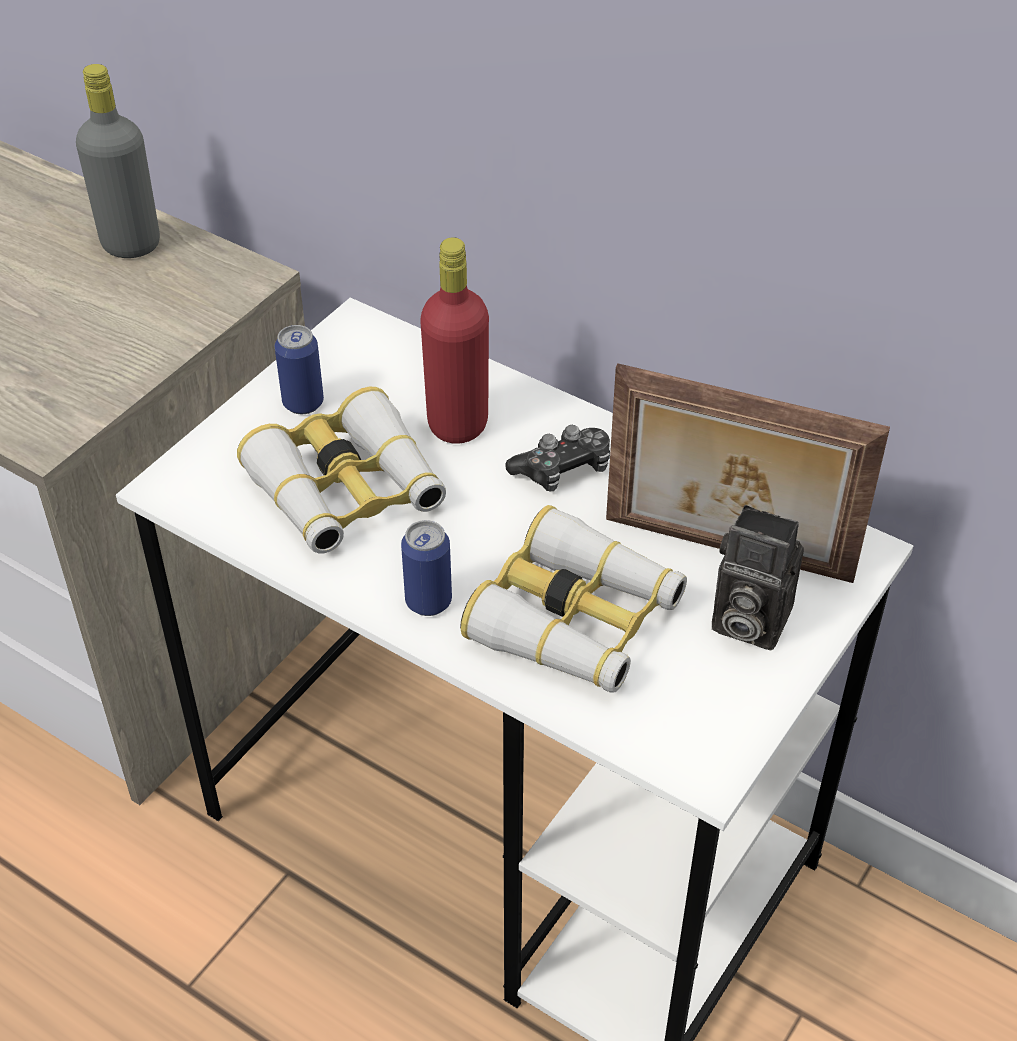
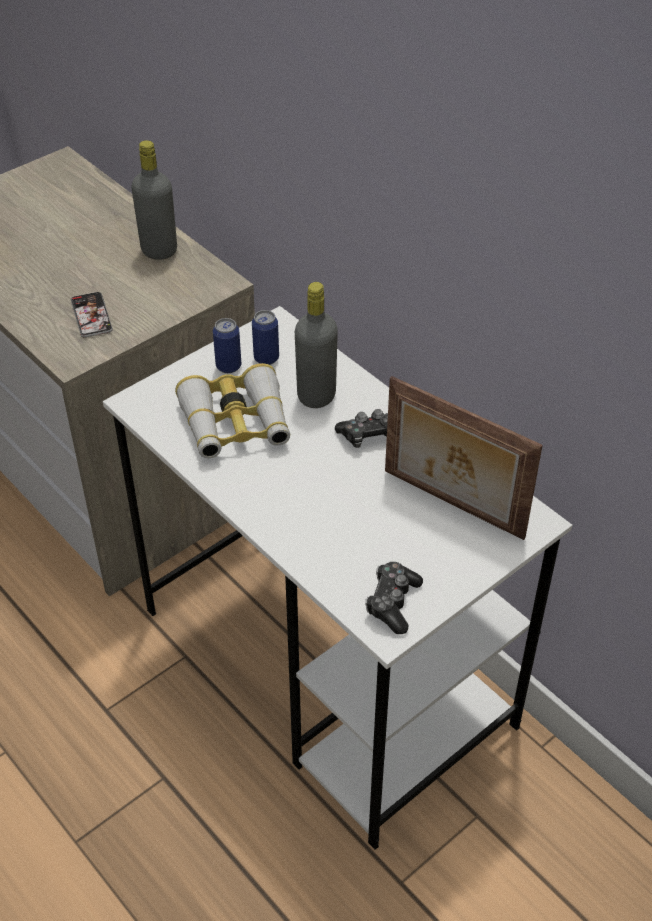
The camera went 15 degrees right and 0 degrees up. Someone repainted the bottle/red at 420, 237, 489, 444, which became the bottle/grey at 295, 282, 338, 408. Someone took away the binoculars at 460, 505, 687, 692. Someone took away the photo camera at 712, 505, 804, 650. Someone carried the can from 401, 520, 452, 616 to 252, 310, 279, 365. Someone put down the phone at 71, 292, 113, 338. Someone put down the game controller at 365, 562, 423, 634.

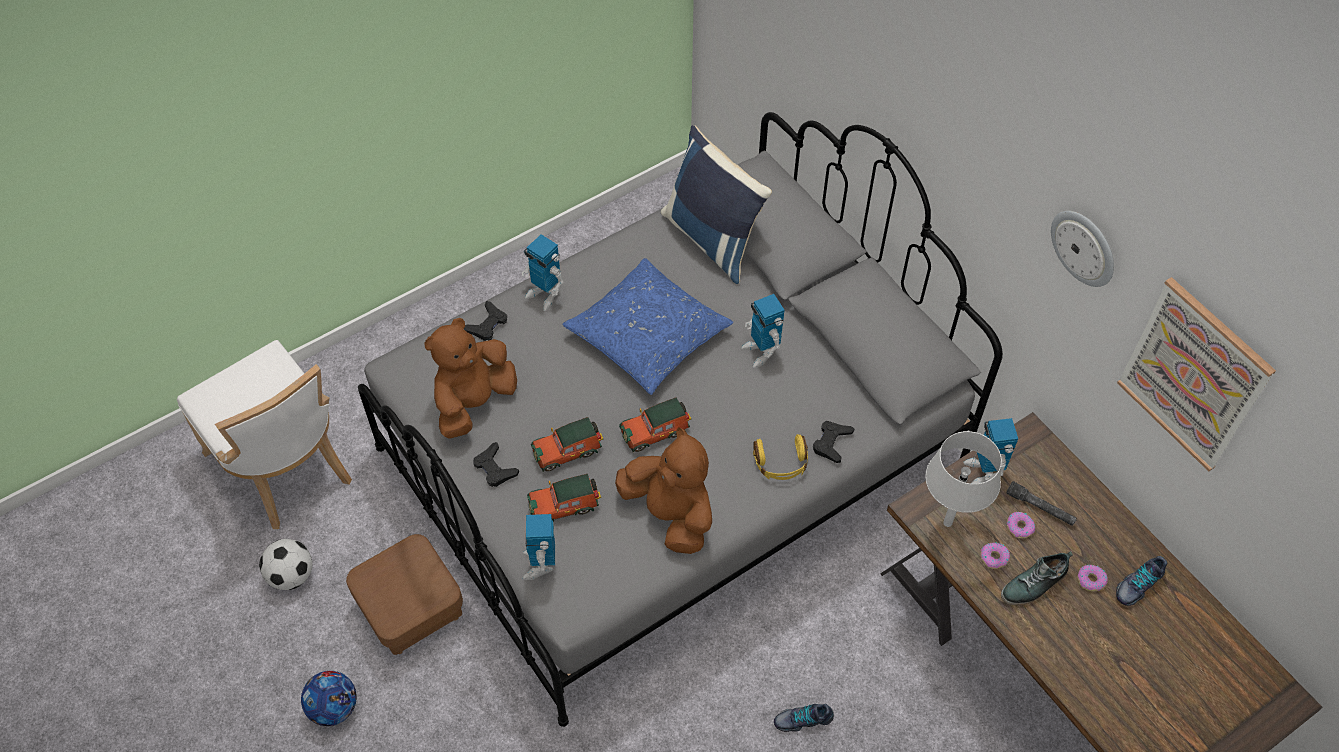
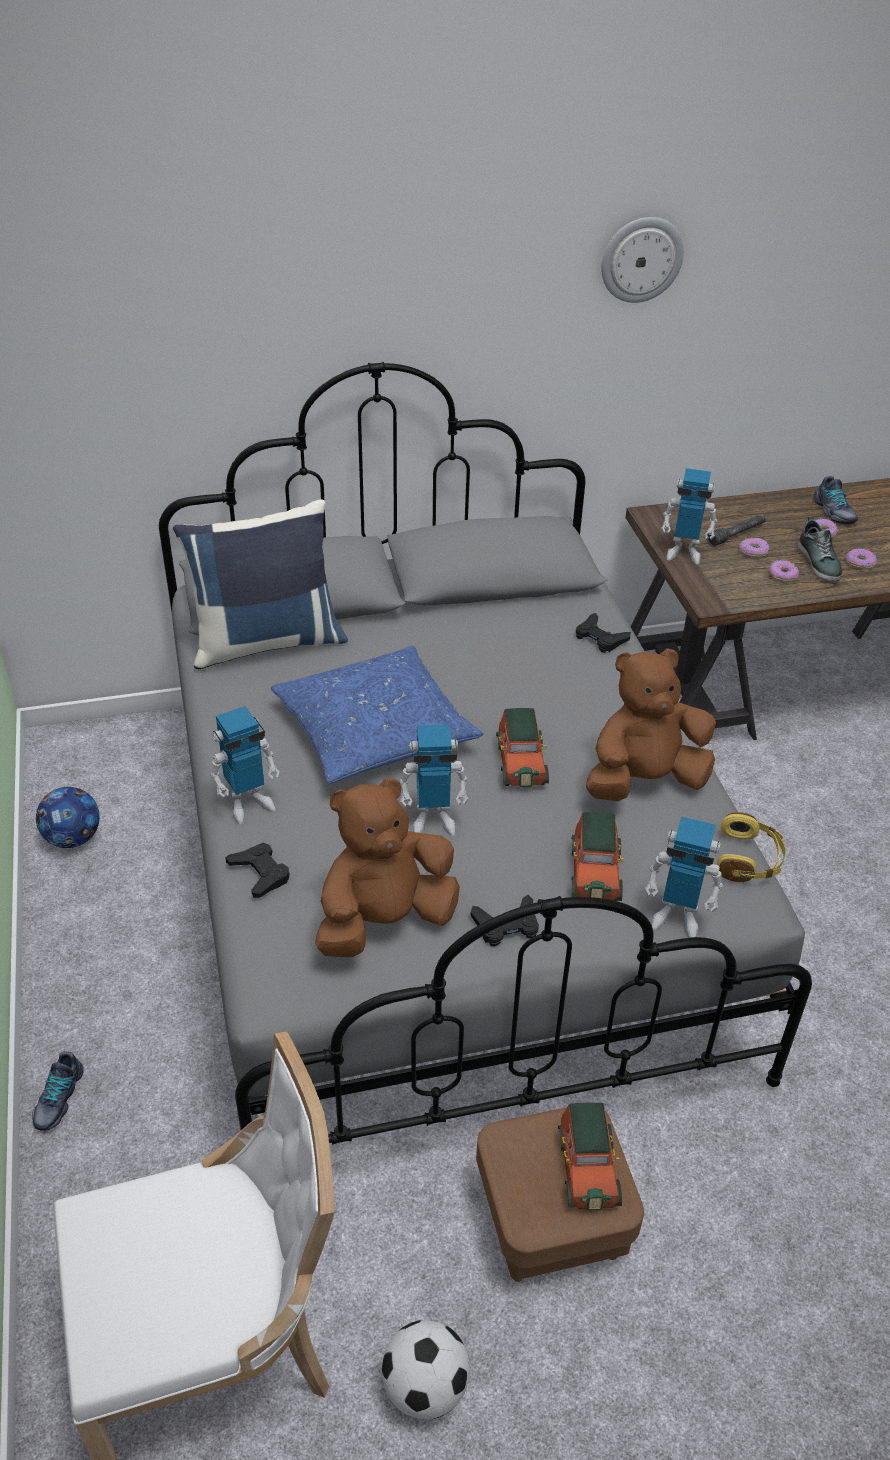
The camera went 70 degrees left and 15 degrees down. Someone took away the picture at 1117, 277, 1276, 472. Someone carried the toy robot from 741, 294, 785, 368 to 399, 725, 469, 836. Someone rotated the plush toy/brown at 424, 318, 517, 439 by 90 degrees clockwise. Someone carried the toy car from 531, 417, 603, 472 to 558, 1103, 622, 1211. Someone took away the table lamp/grey at 925, 431, 1002, 527. Someone carried the headphones/yellow from 753, 434, 808, 480 to 717, 812, 786, 882. Someone carried the football from 301, 671, 357, 726 to 36, 787, 100, 848. Someone carried the shoe from 774, 704, 834, 732 to 32, 1051, 83, 1131. Someone put down the donut at 846, 548, 877, 569.

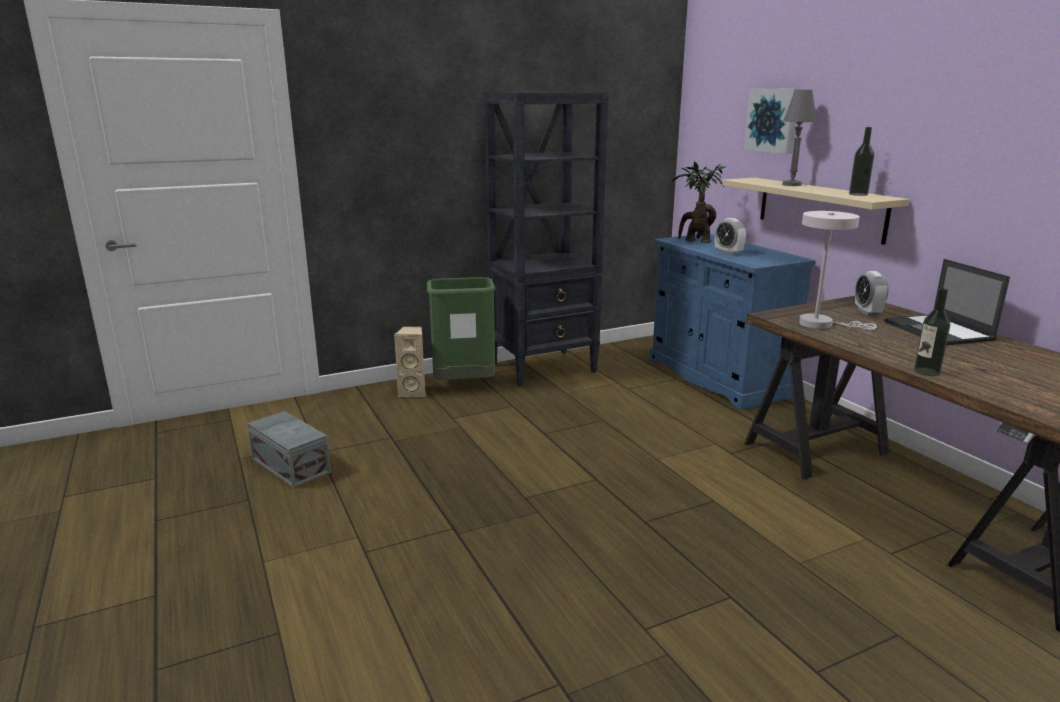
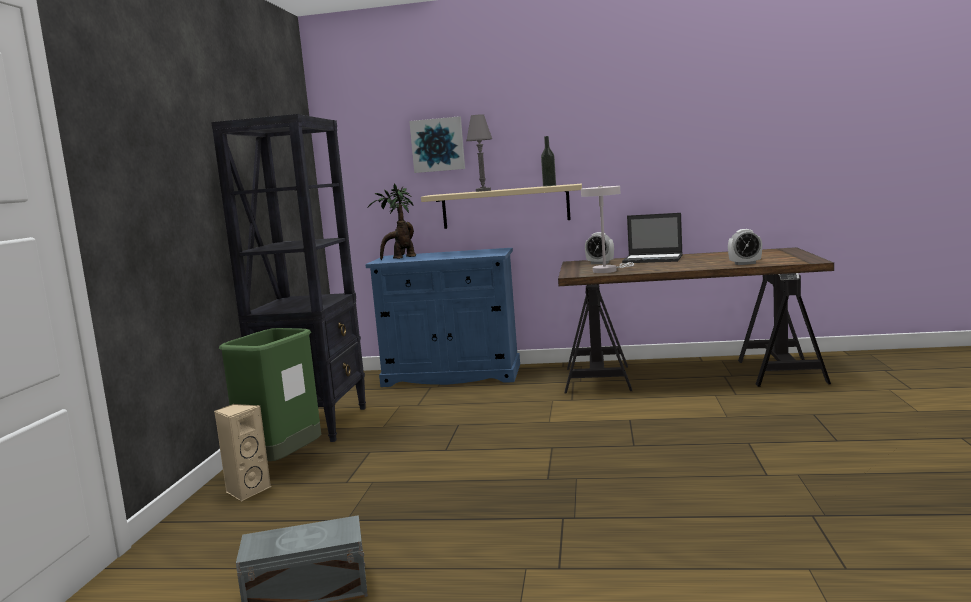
The camera went 55 degrees left and 10 degrees down. Someone carried the alarm clock from 715, 218, 746, 255 to 728, 229, 762, 265. Someone took away the bottle at 914, 288, 950, 376.

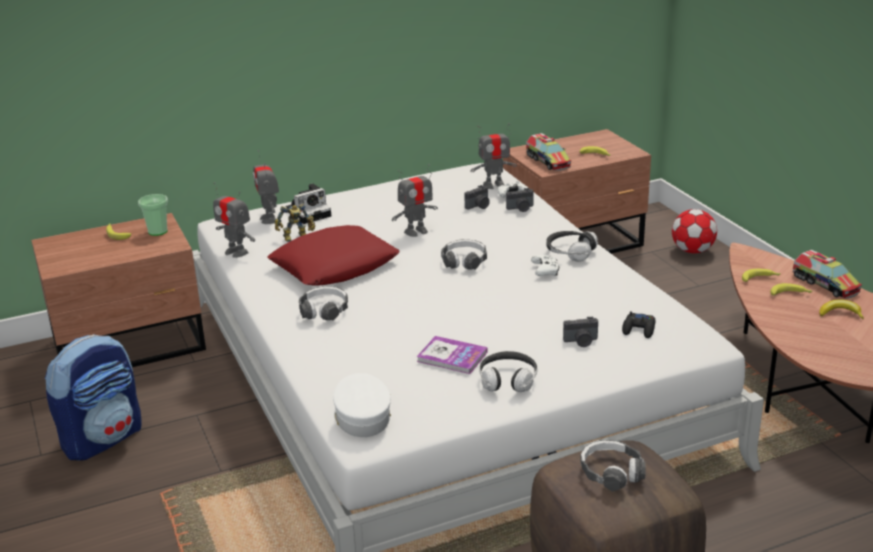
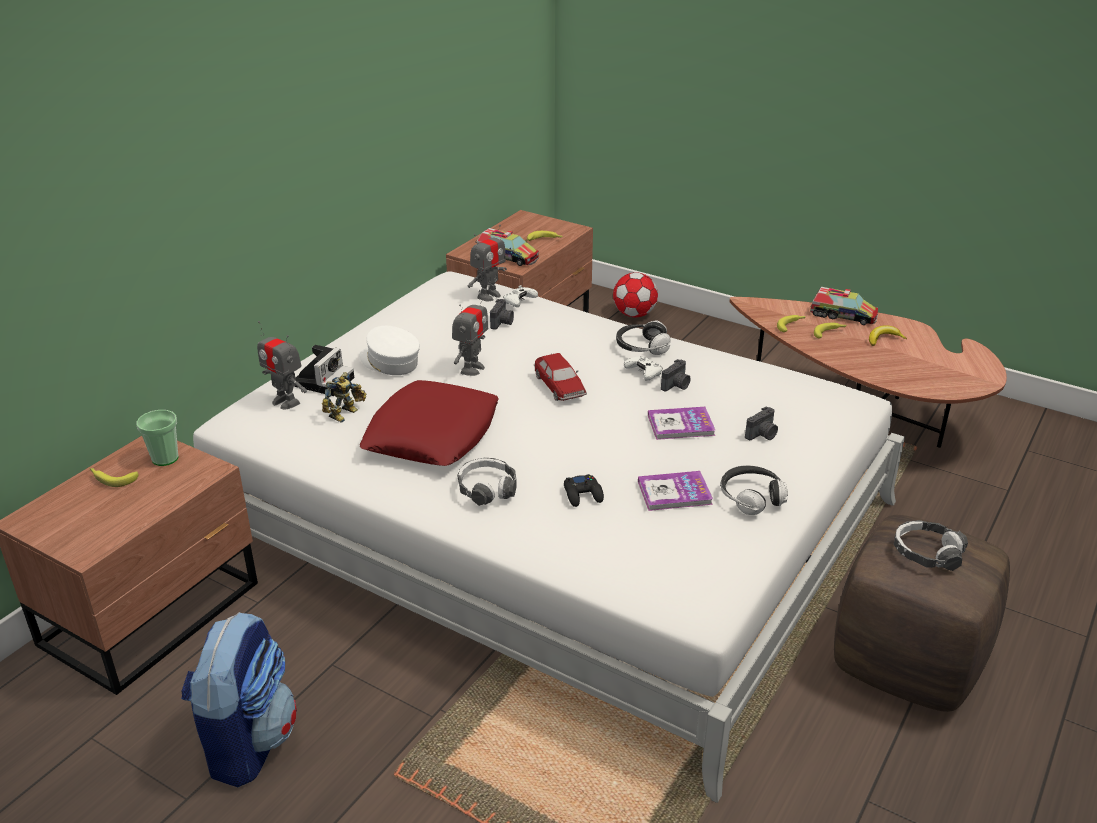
The camera went 35 degrees left and 5 degrees up. Someone took away the toy robot at 213, 182, 255, 258. Someone carried the photo camera from 506, 188, 534, 212 to 661, 359, 691, 391. Someone swapped the headphones at 441, 240, 487, 269 for the toy car at 534, 353, 587, 401. Someone carried the game controller/black from 622, 311, 656, 338 to 564, 474, 604, 507. Someone carried the cap/white from 333, 373, 391, 437 to 359, 326, 420, 375. Someone put down the book at 648, 407, 716, 440.

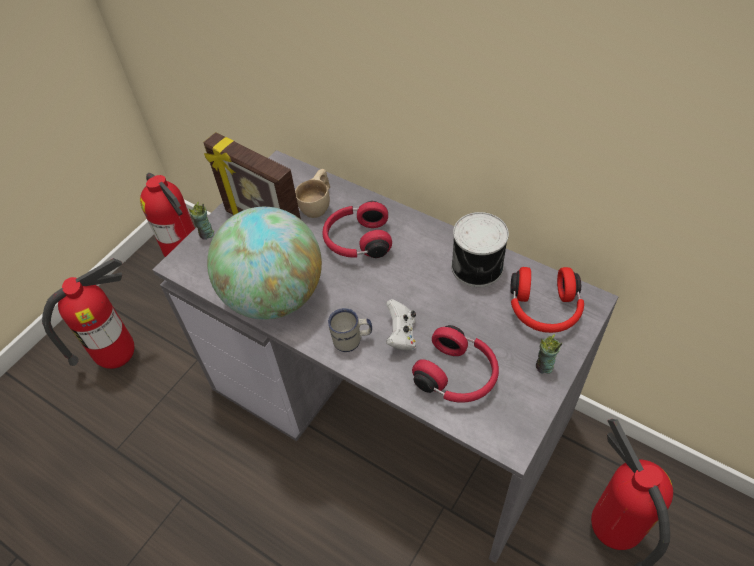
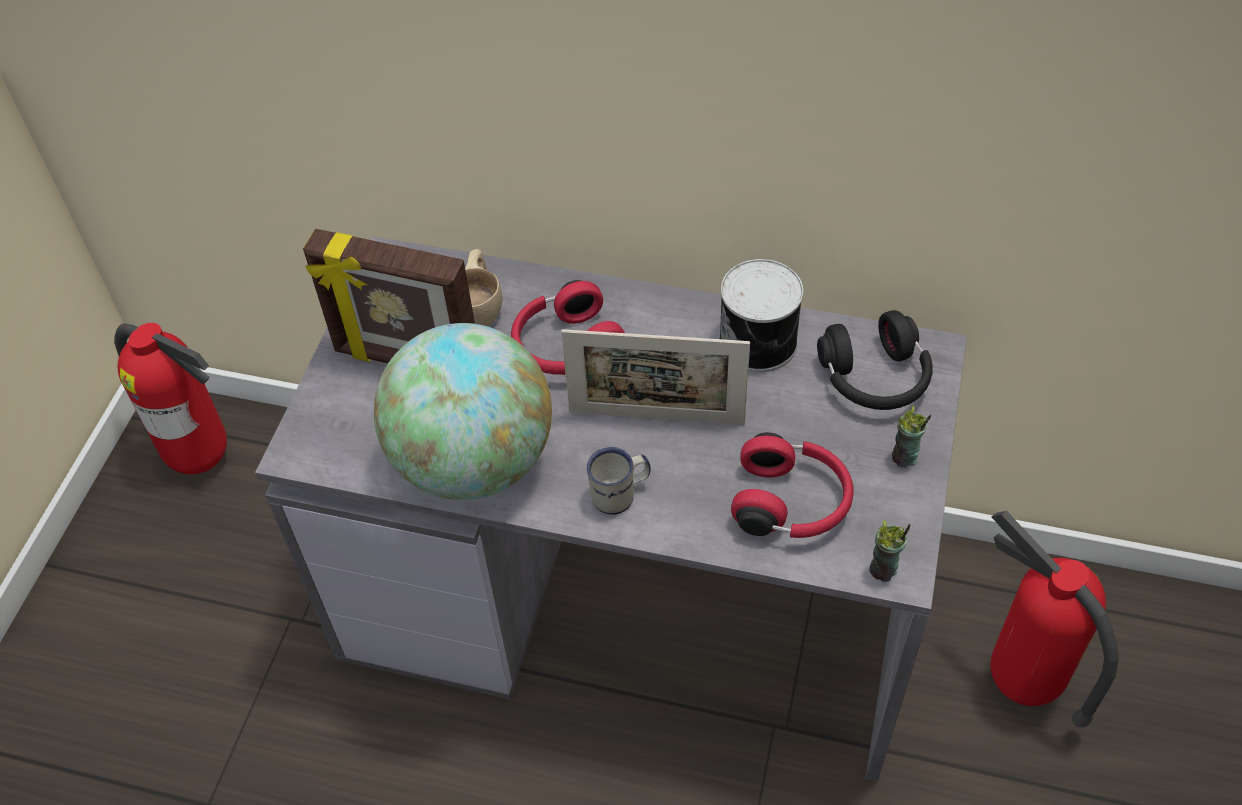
The camera went 20 degrees left and 0 degrees up. Someone carried the cup from 189, 201, 214, 240 to 869, 520, 911, 582. Someone took away the fire extinguisher at 42, 258, 134, 369. Someone repainted the headphones/red at 510, 267, 584, 333, which became the headphones/black at 817, 310, 933, 410. Someone took away the game controller/white at 386, 299, 416, 350. Someone put down the picture frame at 561, 329, 750, 425.

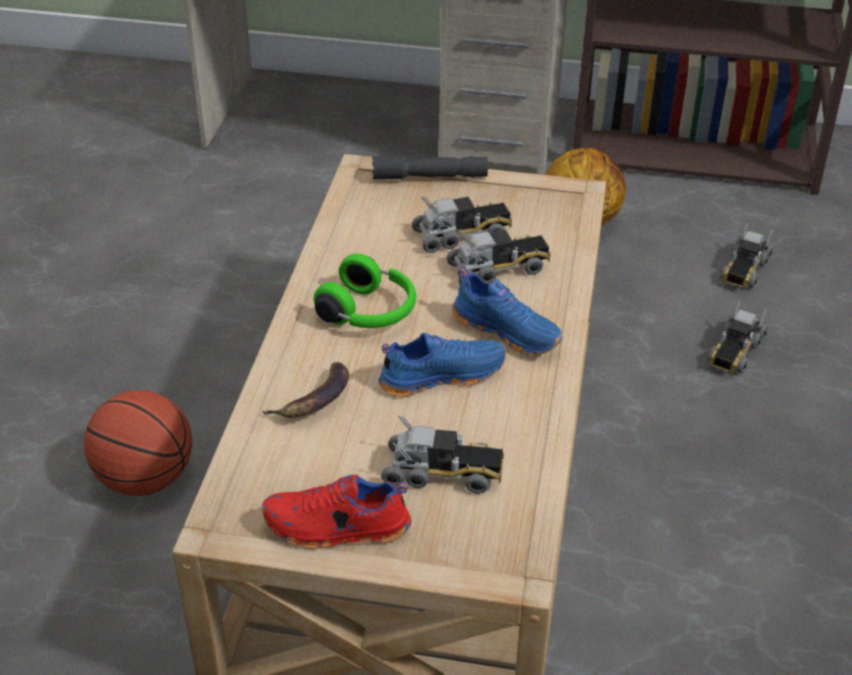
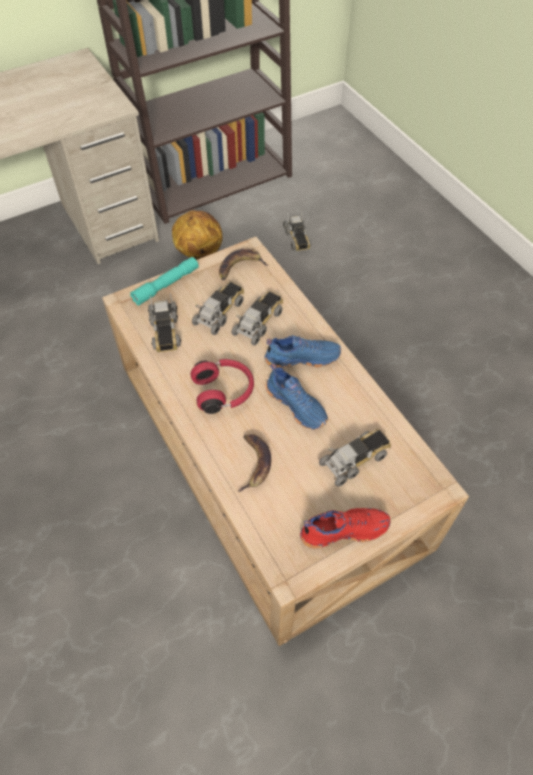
The camera went 40 degrees left and 15 degrees up. Someone repainted the flashlight/grey at 372, 156, 488, 180, which became the flashlight/turquoise at 130, 257, 199, 305. Someone repainted the headphones/green at 313, 254, 416, 328, which became the headphones/red at 191, 359, 254, 414. Someone carried the toy truck from 707, 300, 768, 373 to 148, 293, 181, 352. Someone rotated the shoe/blue at 379, 333, 506, 397 by 105 degrees clockwise. Someone took away the basketball at 84, 390, 192, 496. Someone rotated the shoe/red at 262, 475, 411, 549 by 150 degrees counterclockwise. Someone put down the banana at 219, 249, 268, 280.

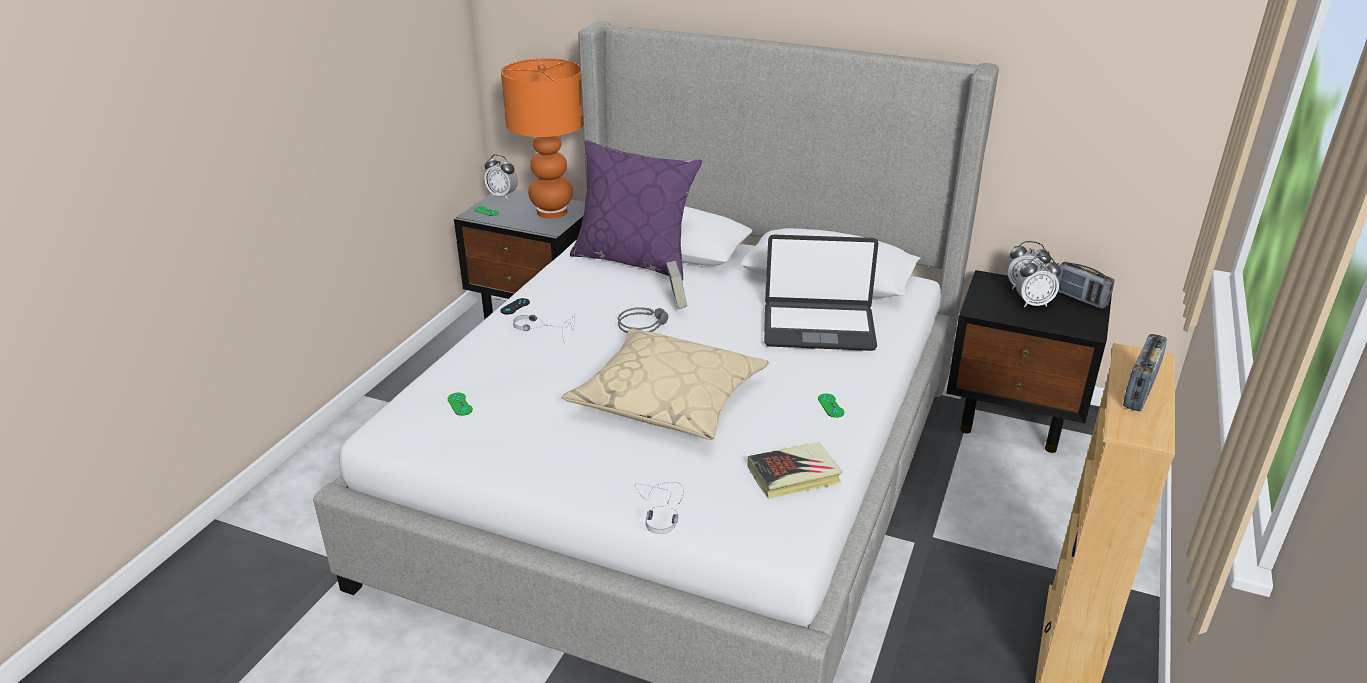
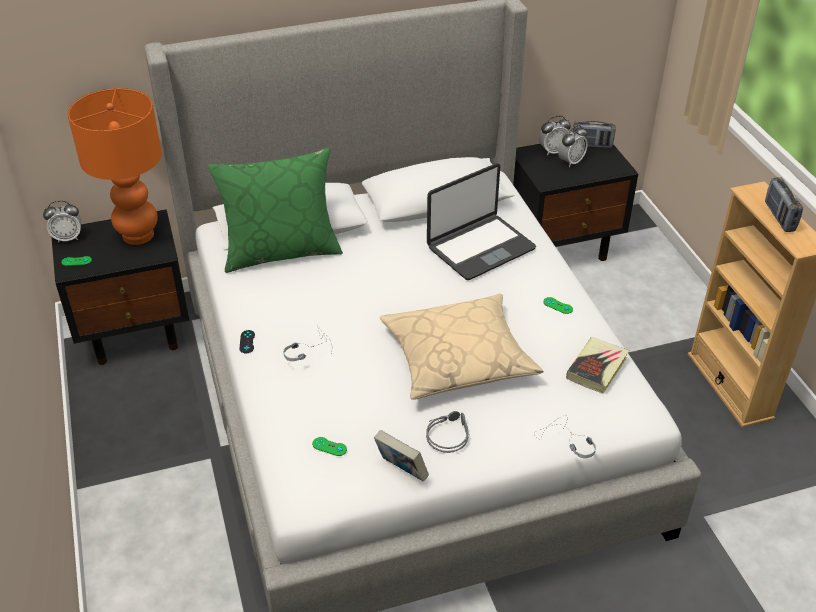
The camera went 40 degrees left and 10 degrees up. Someone repainted the pillow/purple at 570, 140, 702, 281, which became the pillow/green at 208, 148, 343, 273. Someone carried the book from 666, 261, 687, 309 to 374, 430, 429, 482. Someone carried the headphones/grey from 618, 307, 668, 333 to 426, 411, 469, 453.

